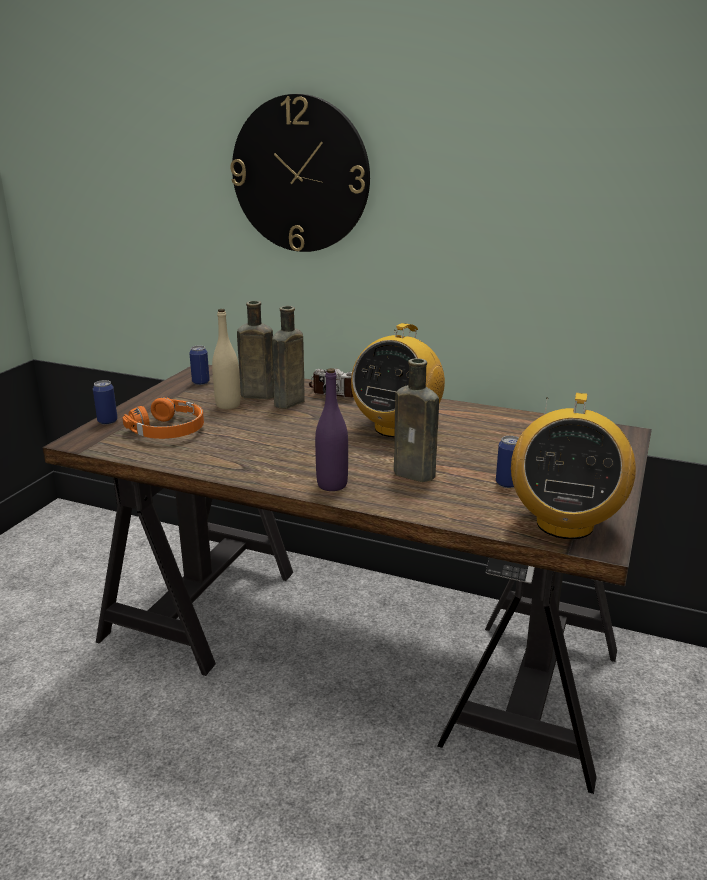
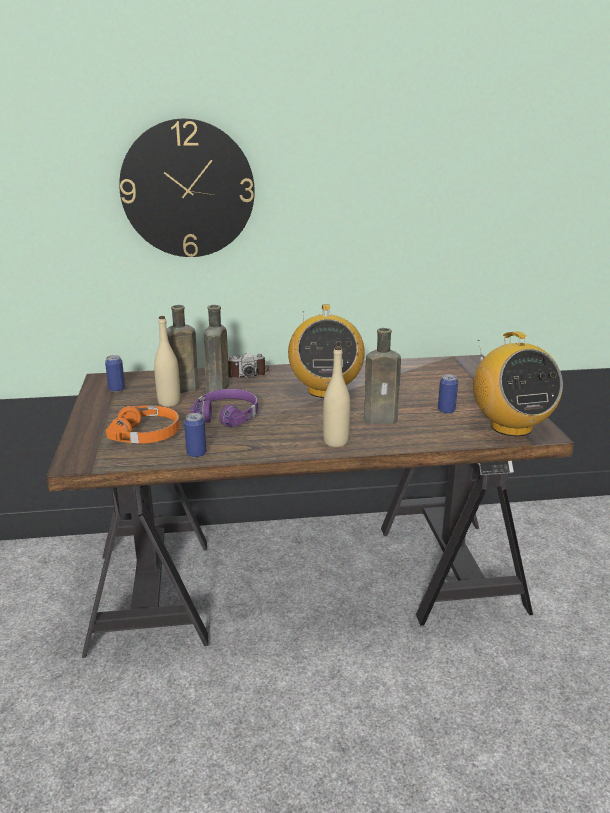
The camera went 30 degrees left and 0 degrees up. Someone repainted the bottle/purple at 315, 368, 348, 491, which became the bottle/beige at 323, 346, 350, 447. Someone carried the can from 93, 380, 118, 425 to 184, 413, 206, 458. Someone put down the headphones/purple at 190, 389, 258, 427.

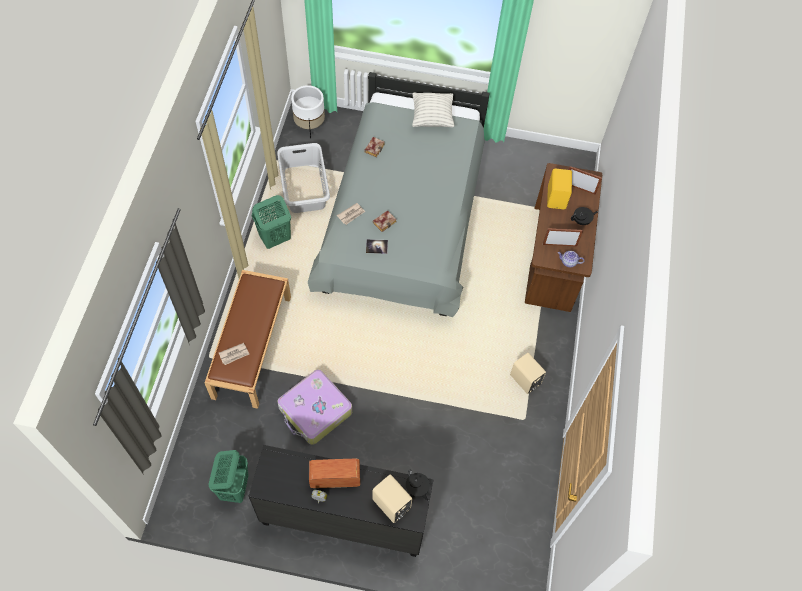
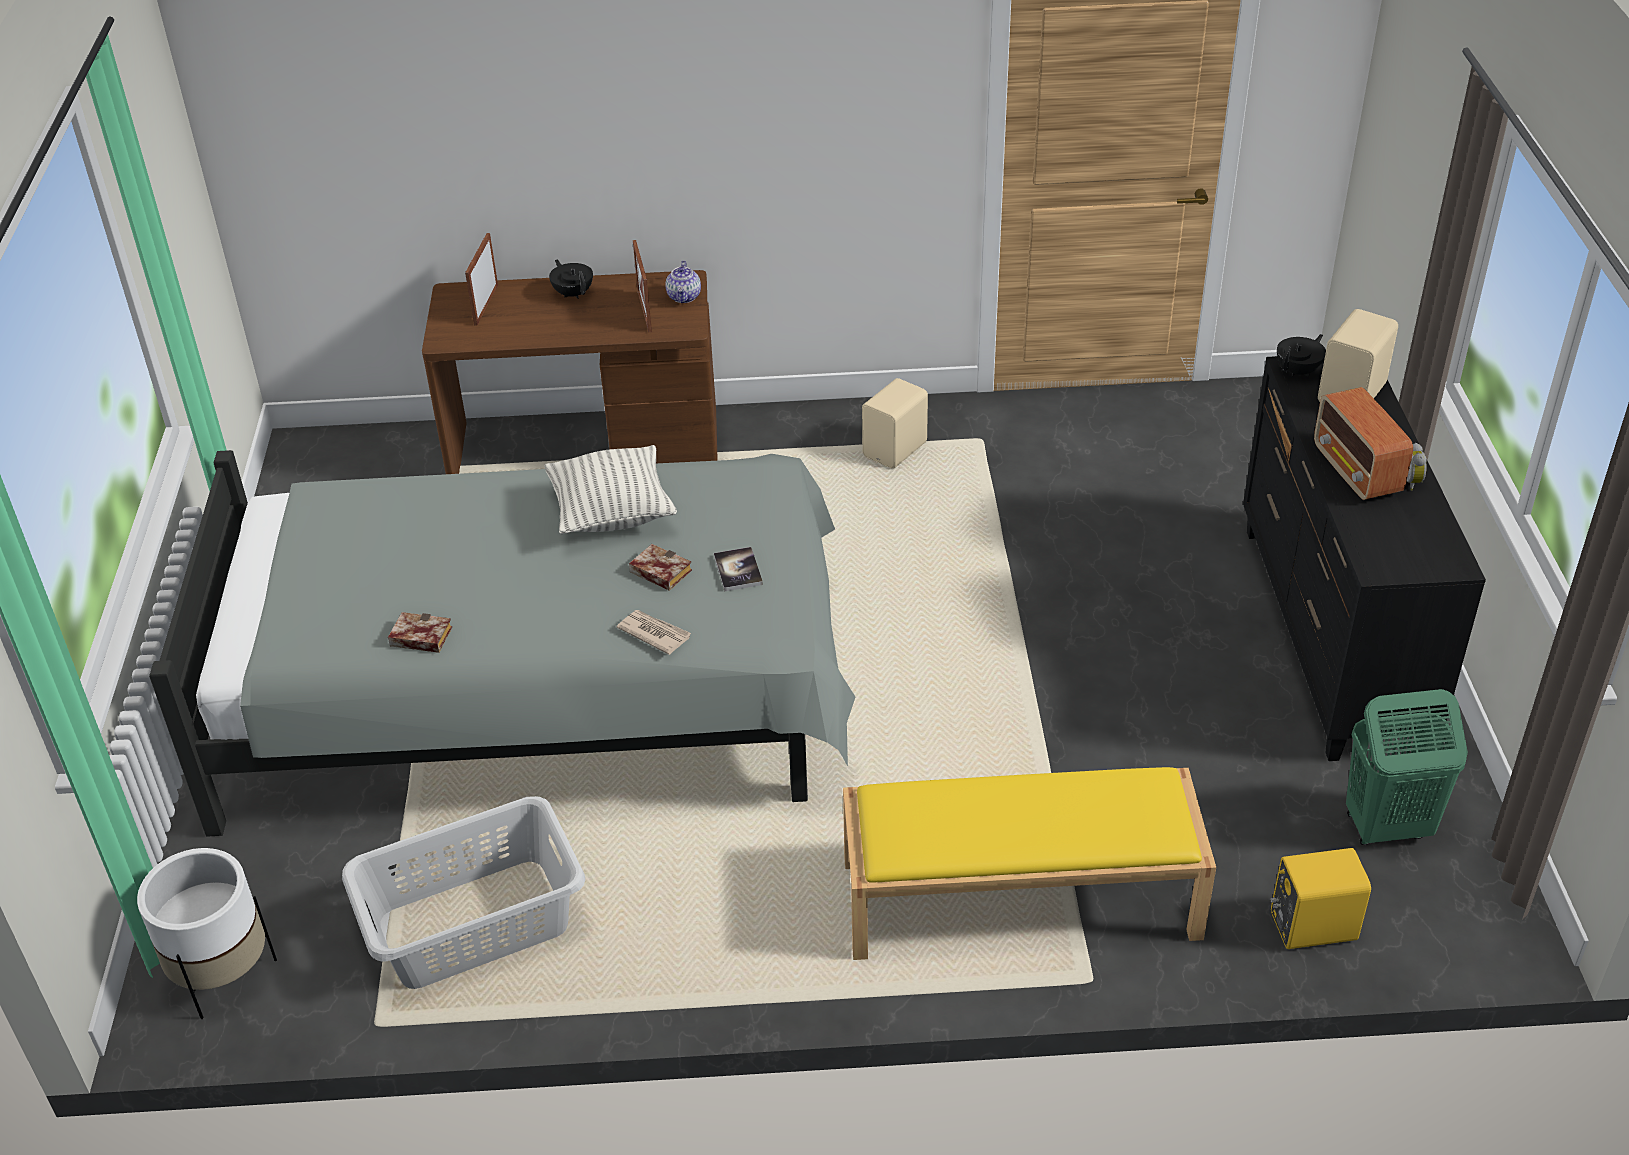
The camera went 100 degrees left and 20 degrees down. Someone carried the pillow from 412, 93, 454, 127 to 545, 445, 677, 534. Someone carried the speaker/yellow from 547, 169, 572, 209 to 1271, 848, 1371, 949. Someone took away the laundry basket/green at 252, 195, 291, 249. Someone repainted the bench/brown at 205, 270, 291, 409, which became the bench/yellow at 843, 767, 1216, 960. Someone took away the newspaper at 219, 343, 249, 365. Someone took away the suitcase at 278, 369, 352, 445.

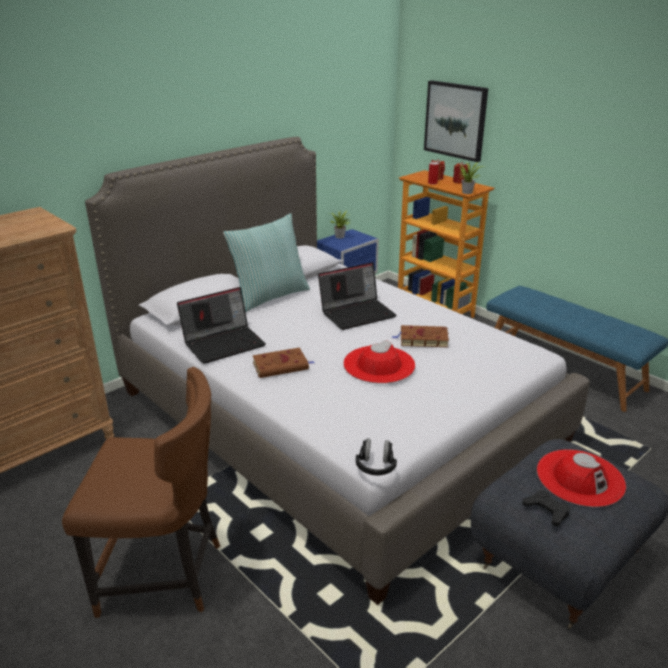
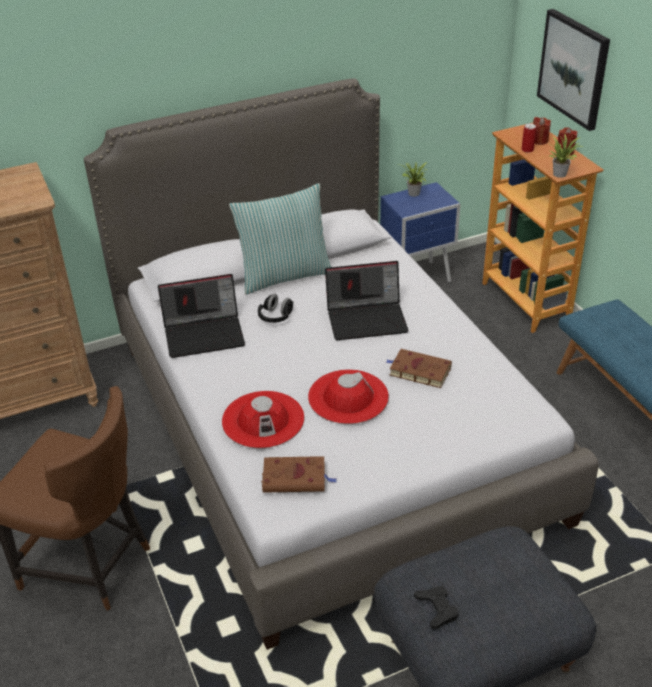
The camera went 20 degrees right and 10 degrees up. Someone carried the book/brown from 252, 348, 314, 378 to 261, 456, 337, 493. Someone carried the headphones/black from 356, 438, 397, 475 to 258, 294, 293, 323. Someone carried the hat/red from 537, 449, 626, 507 to 222, 391, 304, 448.

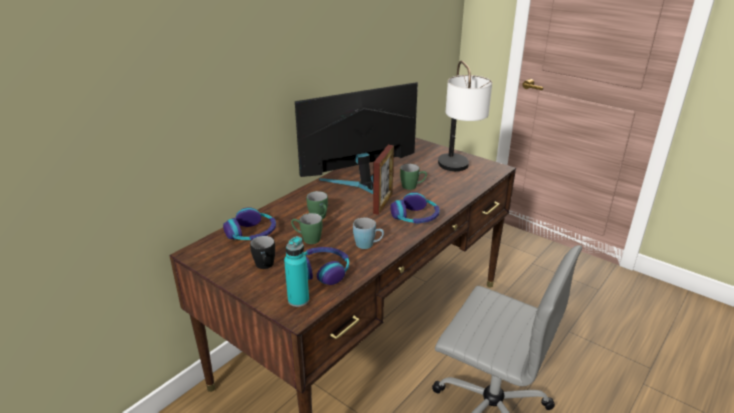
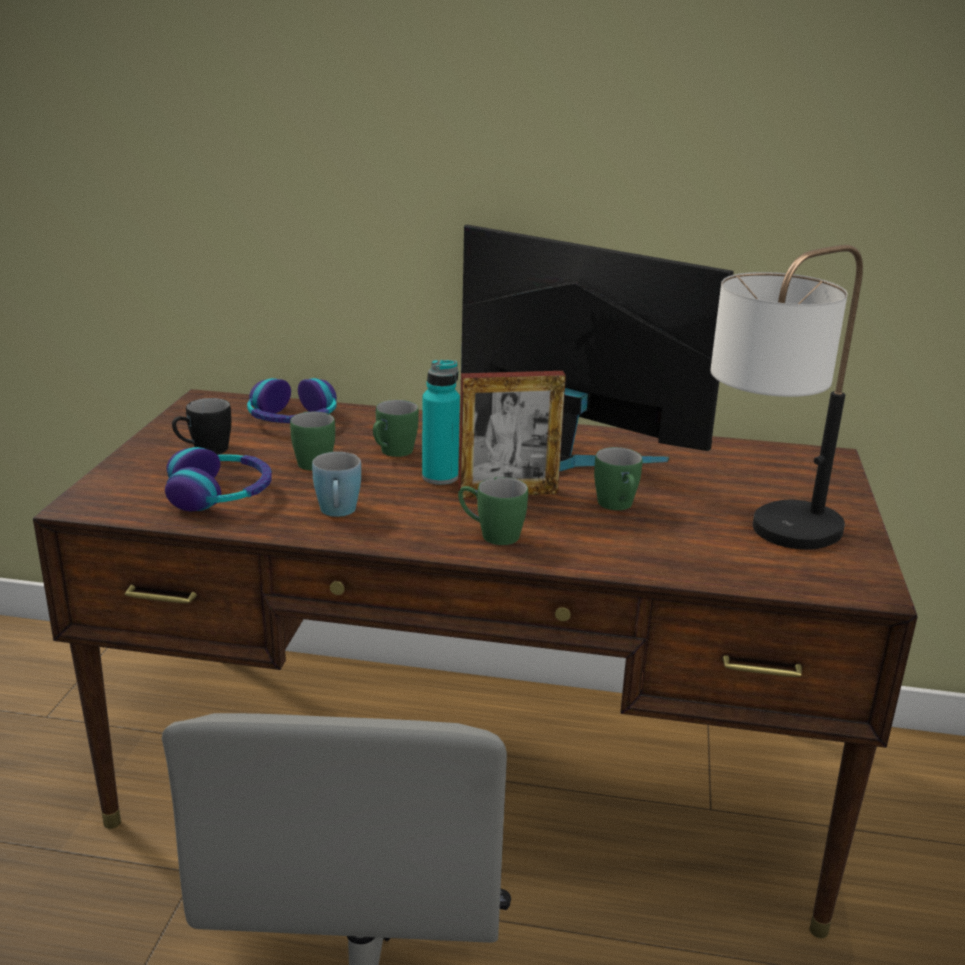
The camera went 60 degrees right and 5 degrees down. Someone swapped the headphones at 390, 192, 440, 223 for the mug/green at 458, 477, 528, 545. Someone carried the bottle/turquoise from 284, 236, 309, 307 to 422, 360, 460, 485.

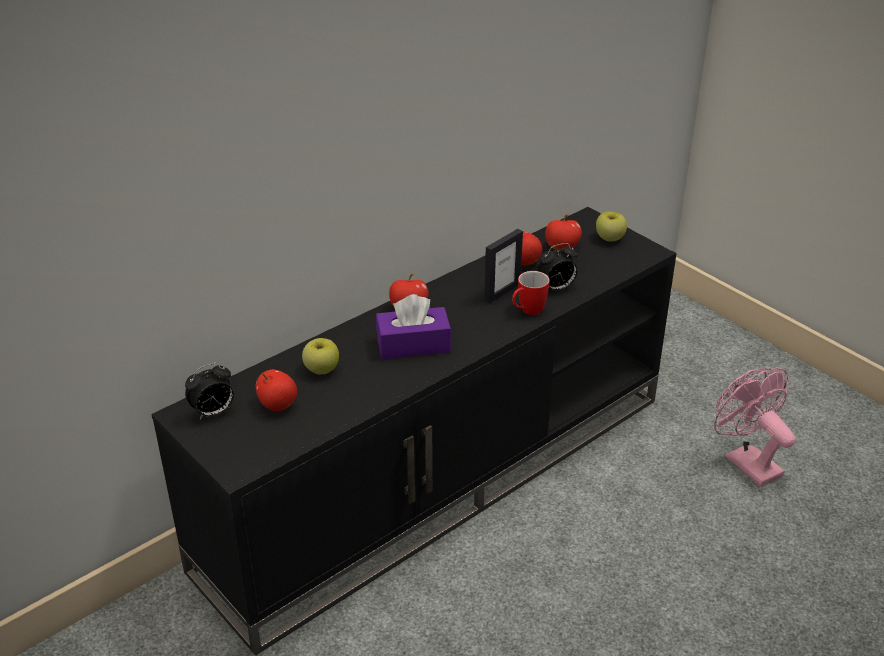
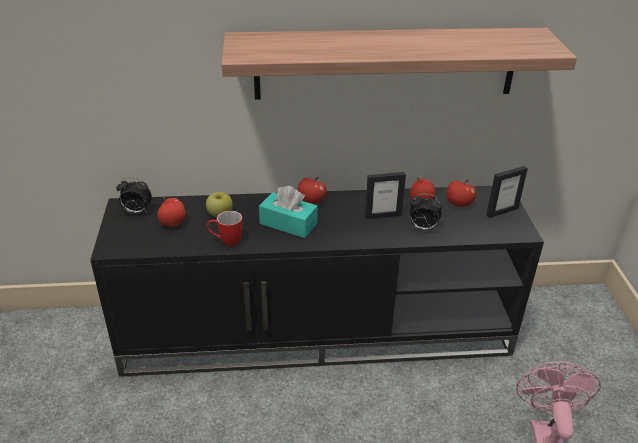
The camera went 35 degrees right and 0 degrees up. Someone swapped the apple at 596, 212, 627, 242 for the picture frame at 486, 166, 528, 218. Someone carried the mug from 512, 271, 550, 315 to 207, 211, 242, 246. Someone repainted the tissue box/purple at 376, 294, 451, 359, which became the tissue box/turquoise at 259, 186, 318, 238. Someone put up the shelf at 222, 28, 577, 100.

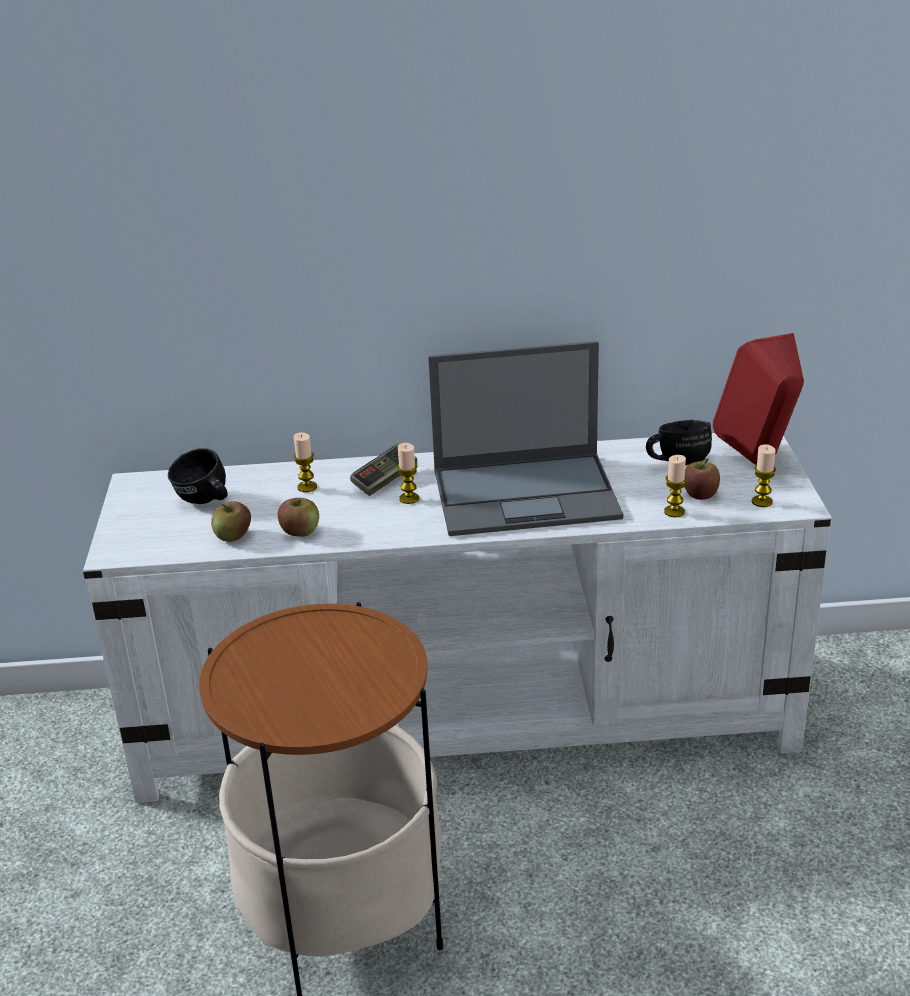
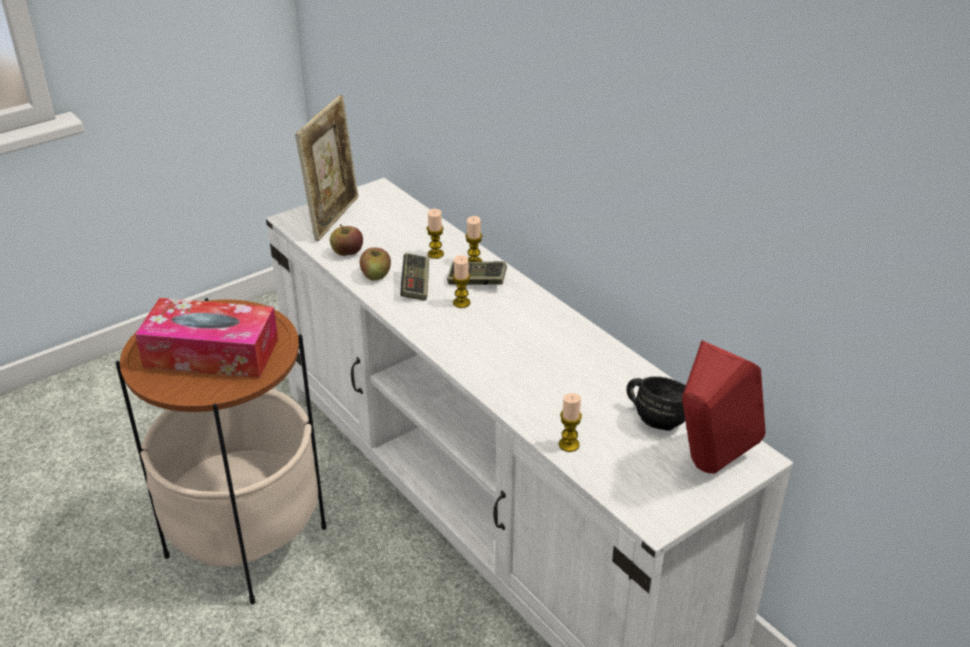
The camera went 55 degrees right and 5 degrees up. Someone took away the laptop at 428, 341, 623, 536. Someone carried the candle from 752, 444, 776, 507 to 465, 216, 483, 262. Someone took away the mug/black at 168, 448, 228, 504. Someone took away the apple at 685, 459, 720, 500. Someone put down the picture frame at 295, 95, 359, 241. Someone put down the game controller at 400, 253, 429, 301. Someone put down the tissue box at 135, 298, 278, 378.

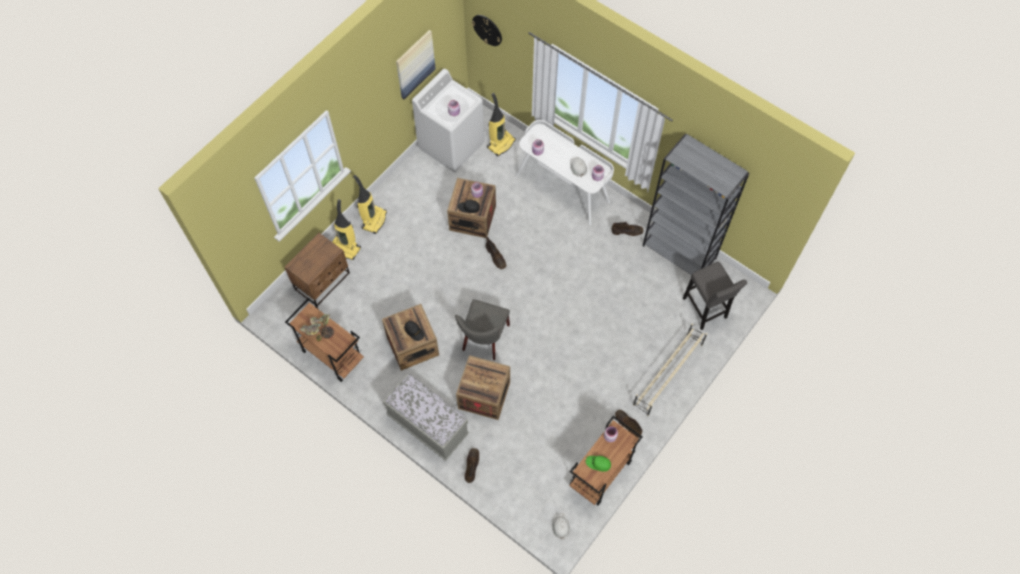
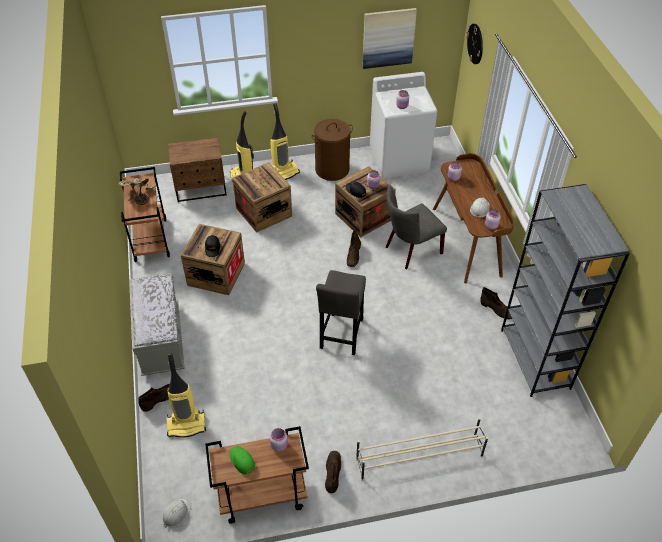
The camera went 40 degrees right and 15 degrees down. Someone carried the vacuum cleaner from 487, 93, 516, 156 to 167, 353, 206, 438. Someone repainted the desk/white at 516, 120, 614, 225, which became the desk/brown at 433, 153, 515, 283. Someone carried the stool/grey from 683, 262, 747, 330 to 316, 270, 366, 355. Someone carried the chair/grey from 455, 299, 510, 360 to 386, 185, 447, 269. Someone carried the crate from 456, 355, 510, 420 to 232, 162, 292, 233. Someone put down the laundry basket/brown at 311, 119, 353, 181.

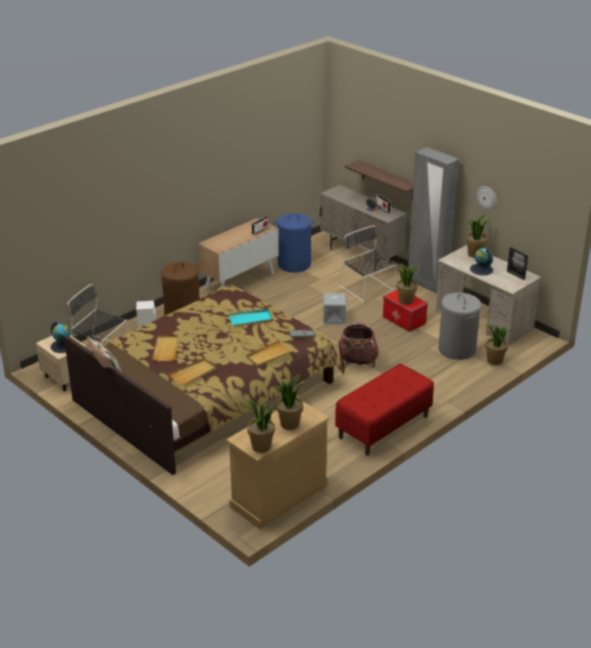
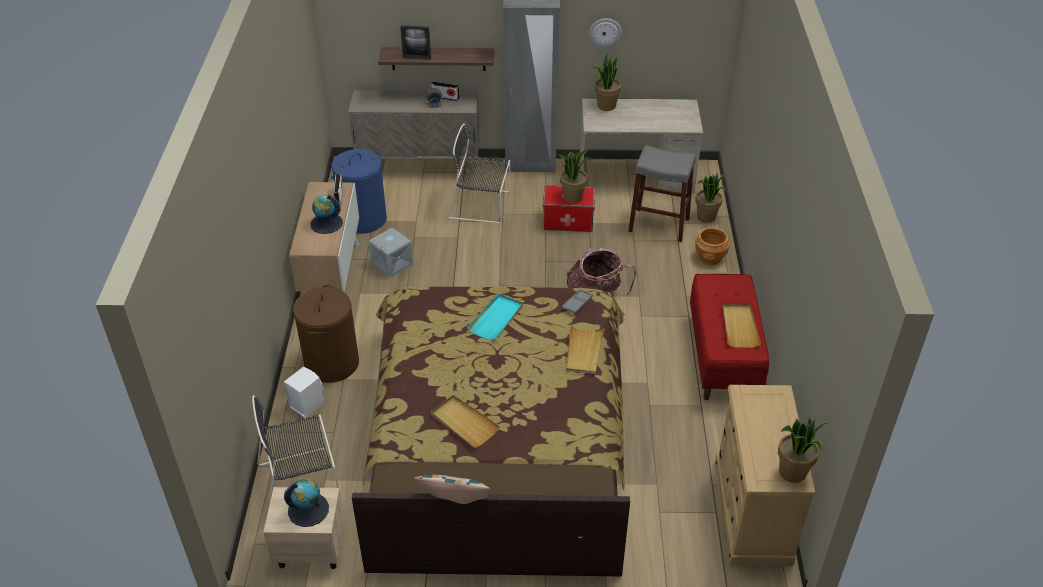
The camera went 45 degrees left and 10 degrees up. Someone carried the picture frame from 507, 247, 528, 280 to 400, 25, 431, 60. Someone carried the globe from 470, 248, 493, 275 to 310, 195, 343, 234. Someone carried the storage box/grey from 322, 293, 347, 324 to 369, 228, 413, 278. Someone swapped the laundry basket/grey at 438, 293, 481, 360 for the stool/grey at 628, 145, 696, 242. Someone carried the tray/beige from 169, 358, 217, 385 to 723, 304, 761, 348. Someone took away the potted plant at 274, 374, 306, 430. Someone put down the planter/brown at 695, 227, 730, 265.

